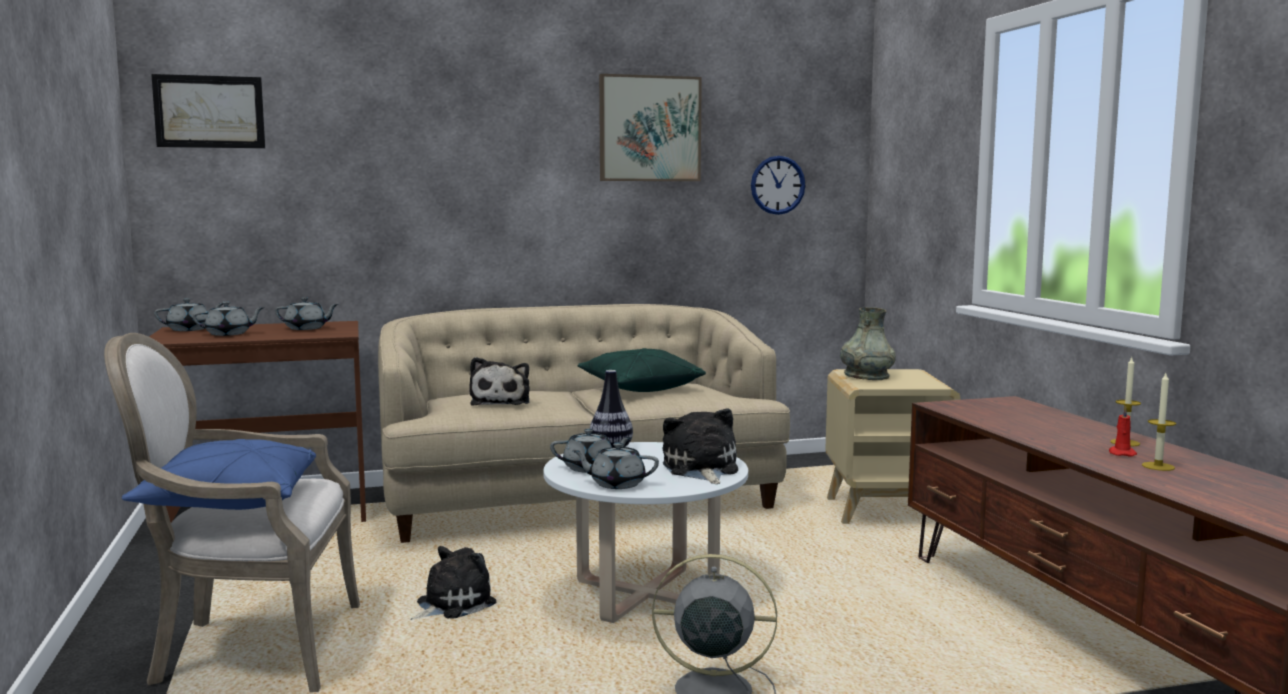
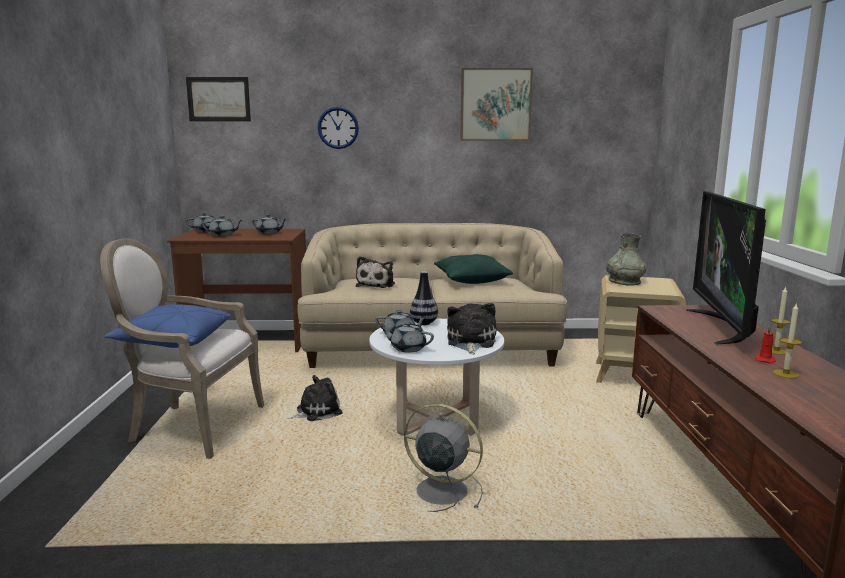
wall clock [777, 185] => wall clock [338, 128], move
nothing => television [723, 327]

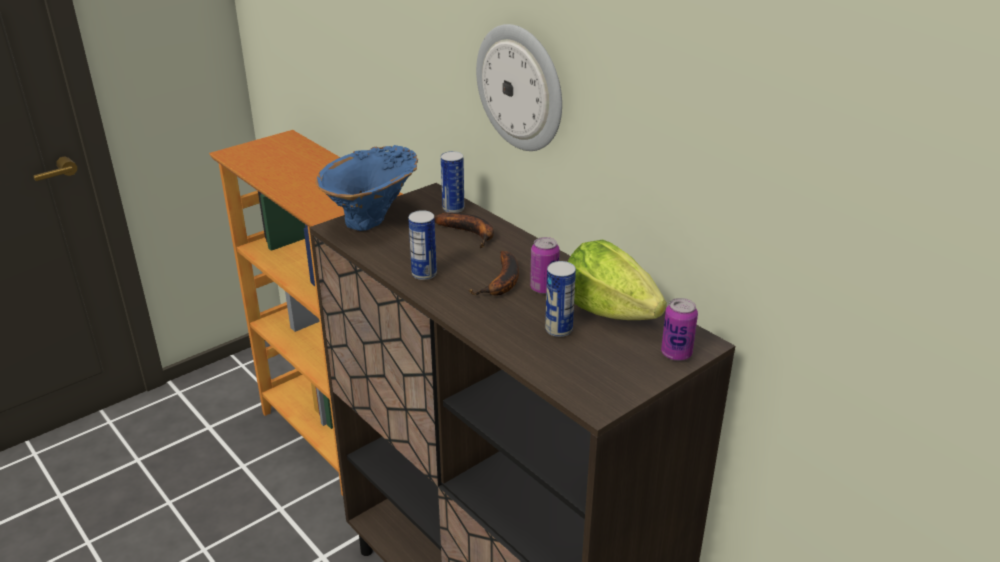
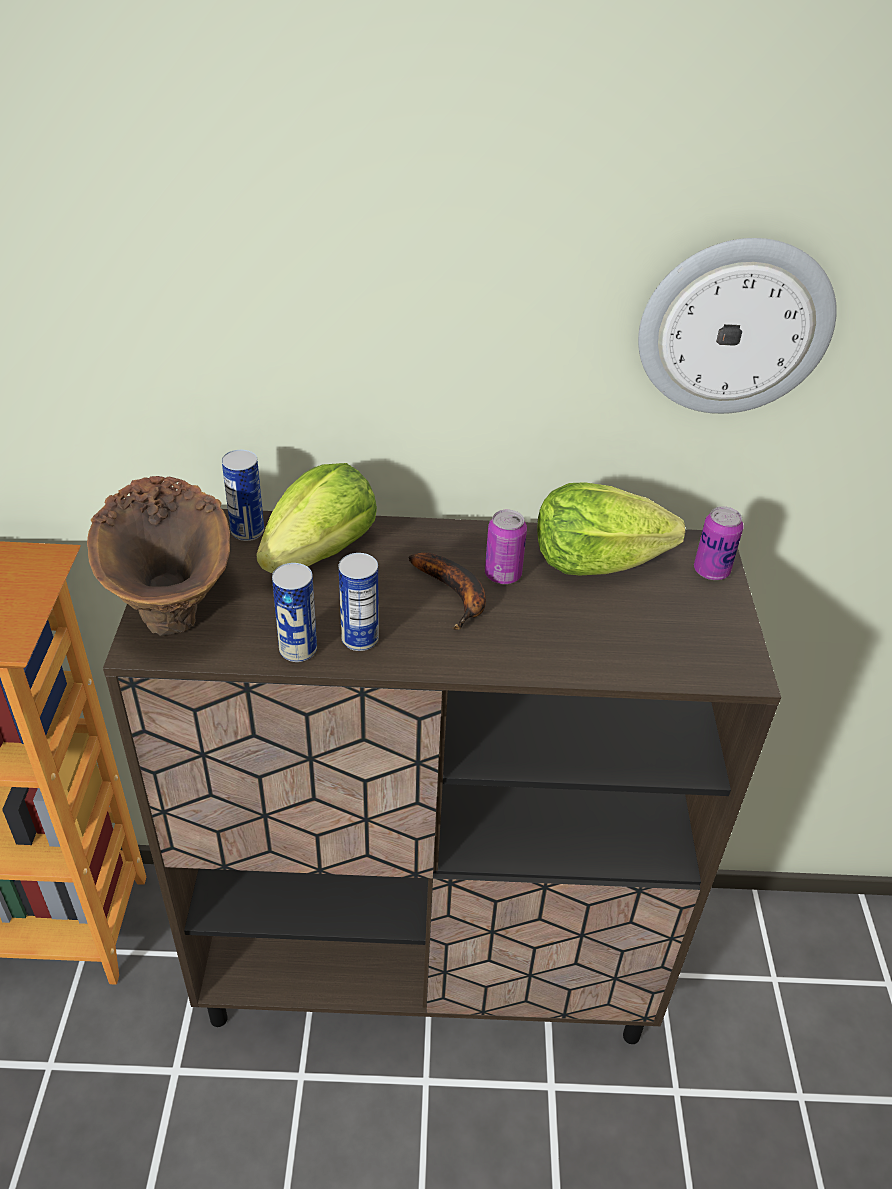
vase (blue) [374, 219] => vase (brown) [174, 603]
banana [470, 233] => lettuce [321, 553]
can [558, 329] => can [298, 650], move
wall clock [521, 88] => wall clock [734, 327], move

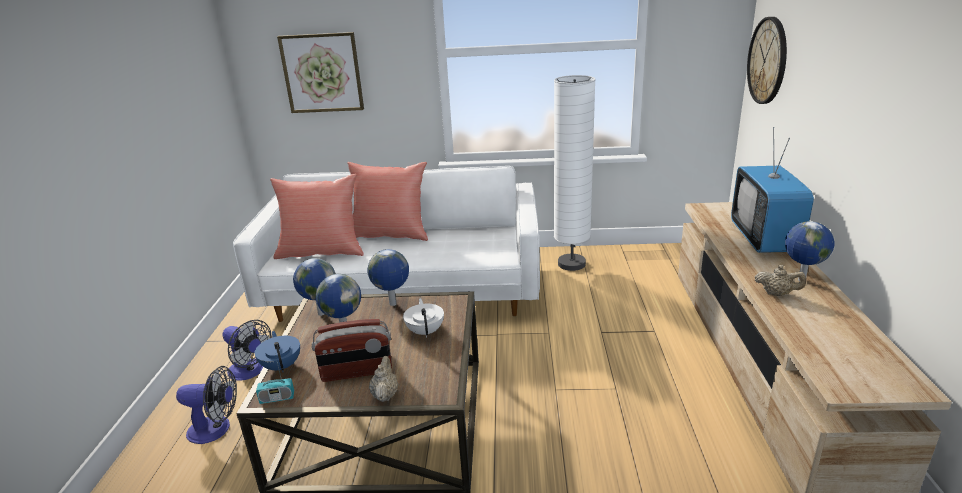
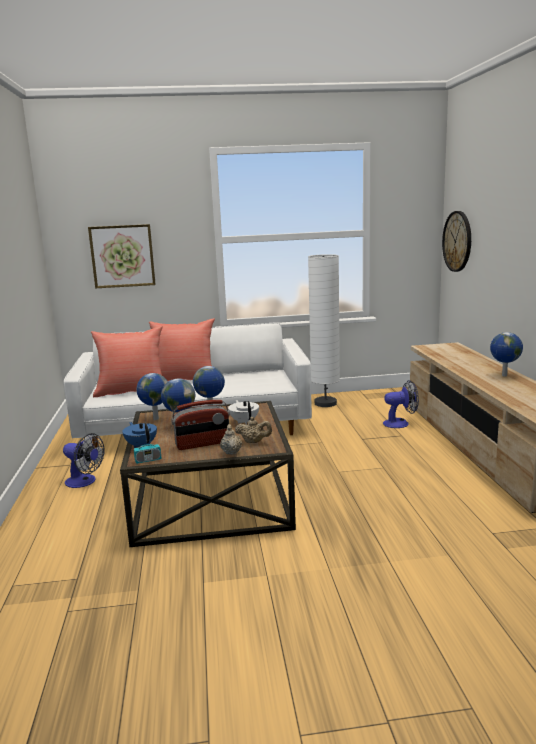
teapot (beige) [777, 294] => teapot (beige) [254, 442], move
fan [216, 429] => fan [400, 423], move
television [764, 239] => nothing

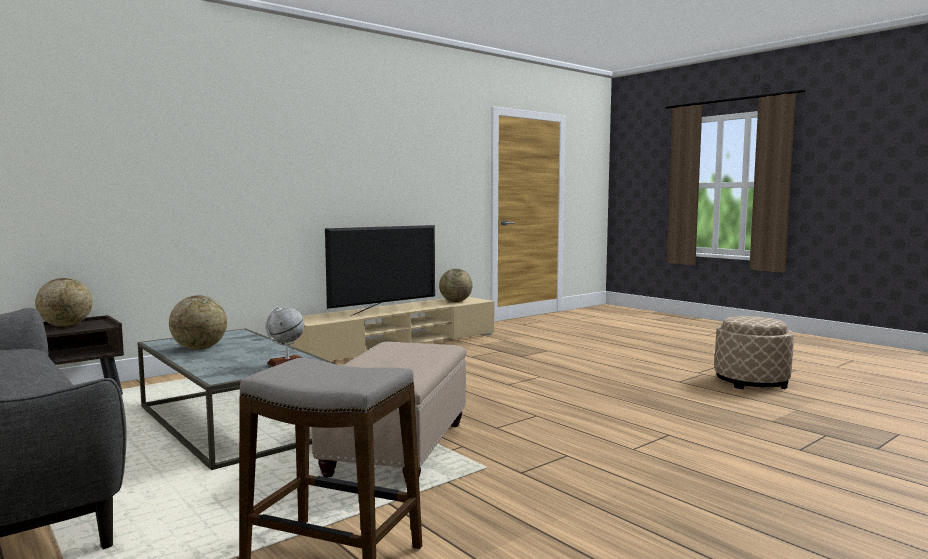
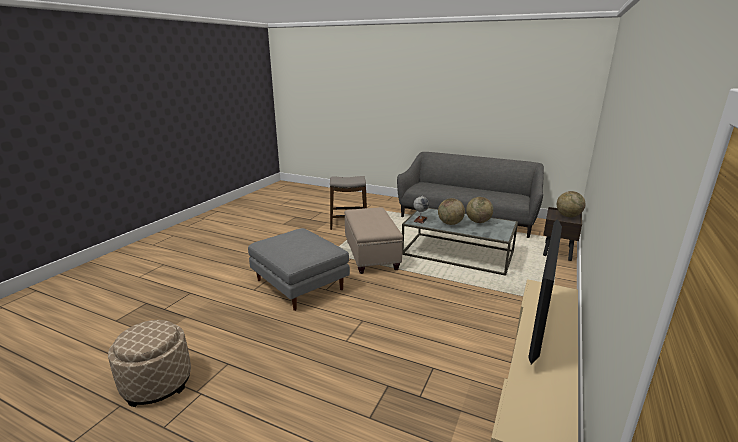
nothing => ottoman (grey) [300, 285]
globe [455, 301] => globe [450, 223], move

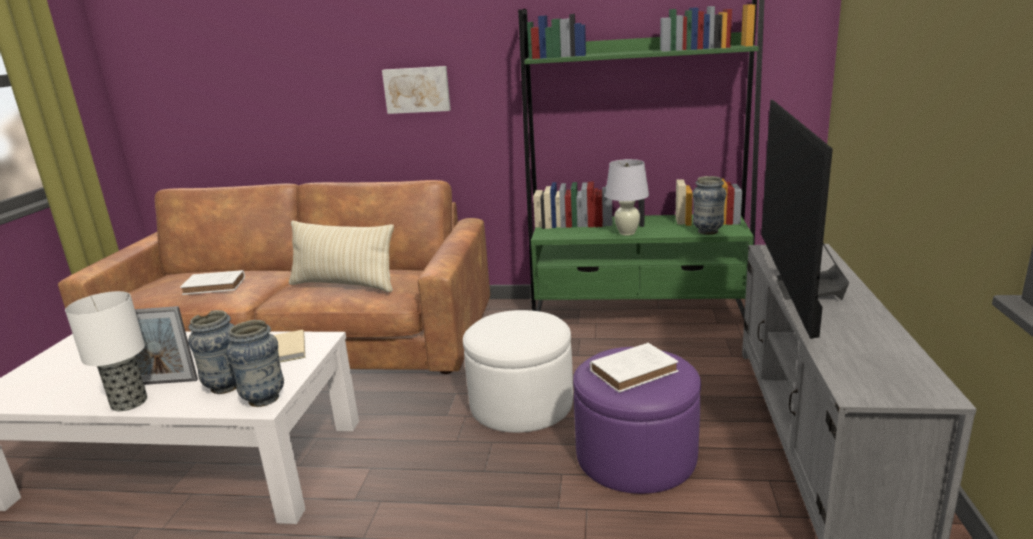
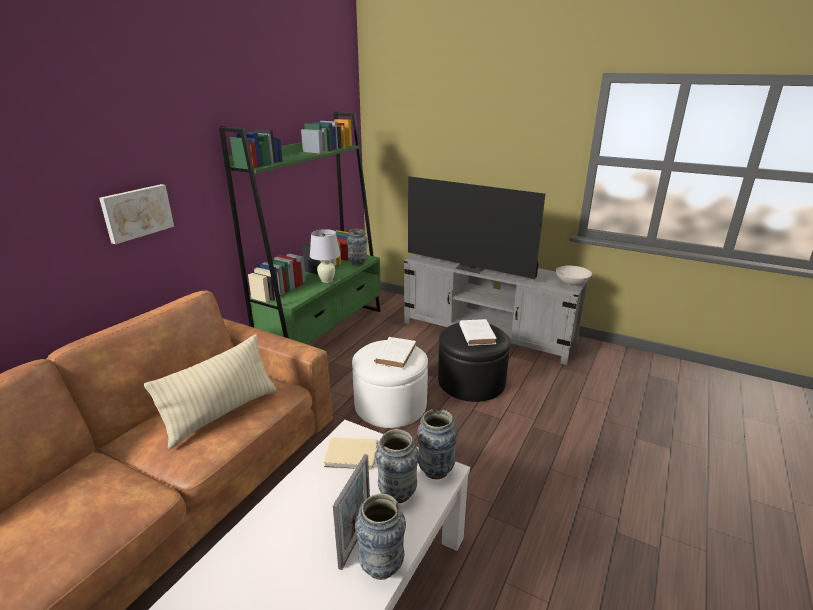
table lamp [129, 402] => vase [381, 566]
book (white) [216, 286] => book (white) [396, 354], move
ottoman (purple) [636, 455] => ottoman (black) [471, 382]
nothing => bowl (white) [572, 283]

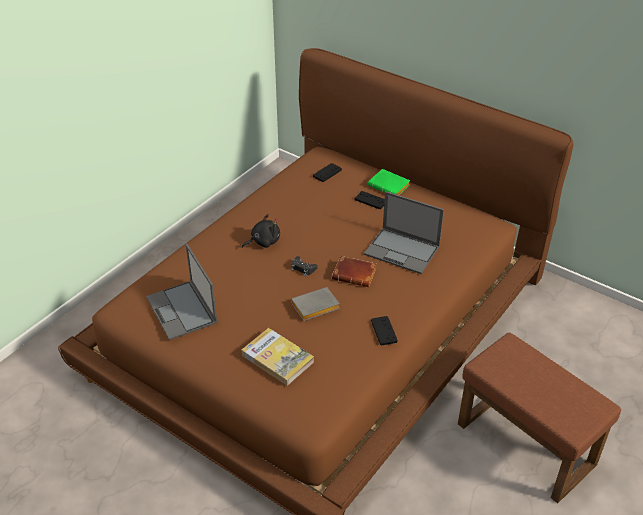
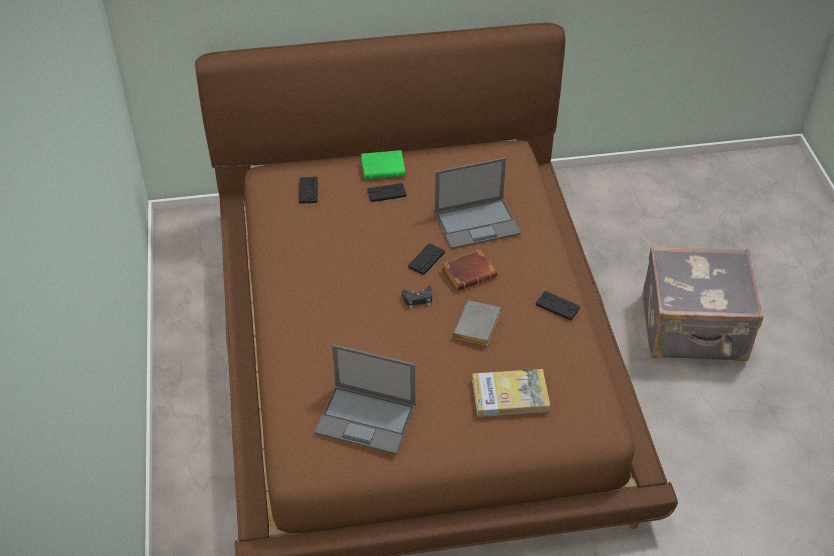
nothing => game controller (black) [426, 259]
ottoman (brown) [527, 444] => suitcase (grey) [694, 330]
plush toy (black) [263, 242] => nothing

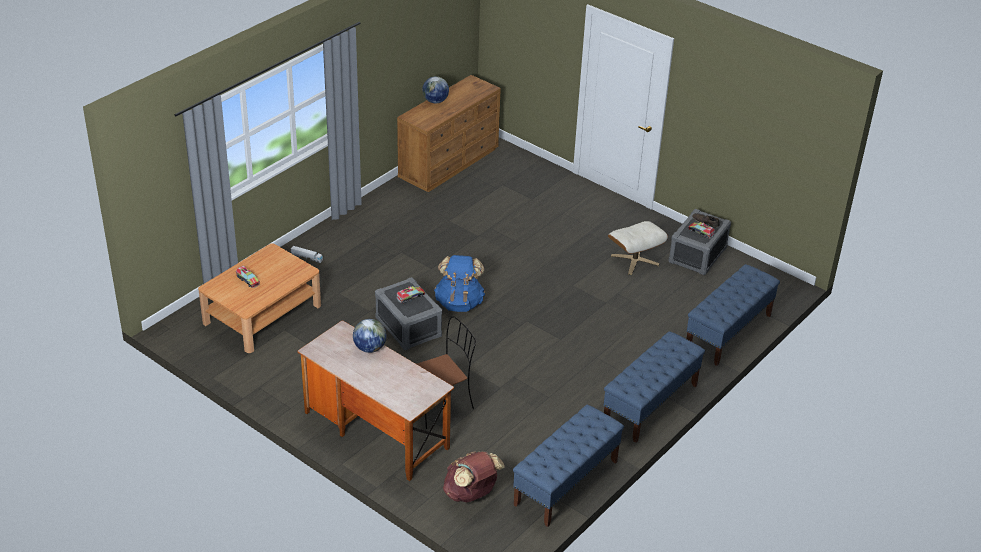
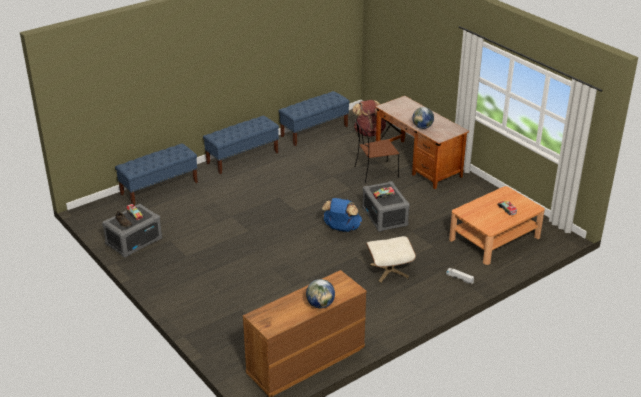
ottoman (beige) [635, 260] => ottoman (beige) [389, 270], move

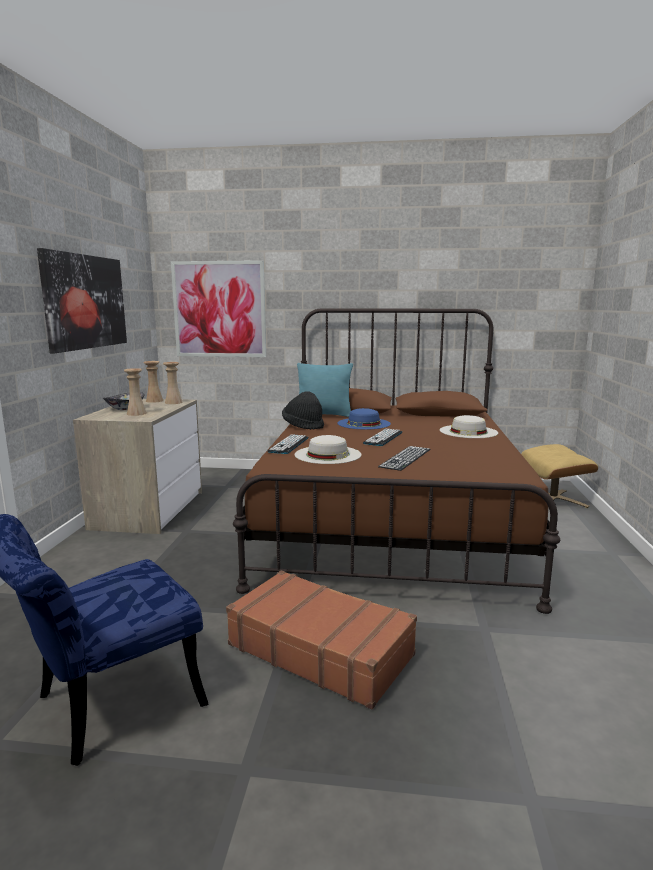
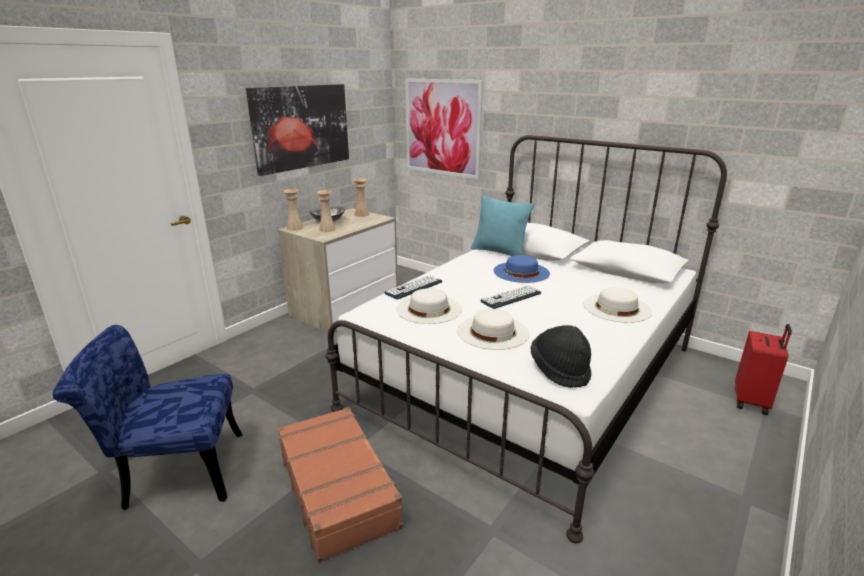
vase (beige) [173, 402] => vase (beige) [295, 228], move
bed (brown) [390, 522] => bed (white) [527, 377]
keyboard [405, 458] => hat (white) [492, 331]
hat (black) [303, 426] => hat (black) [560, 370], move
ottoman (beige) [553, 499] => suitcase (red) [752, 401]

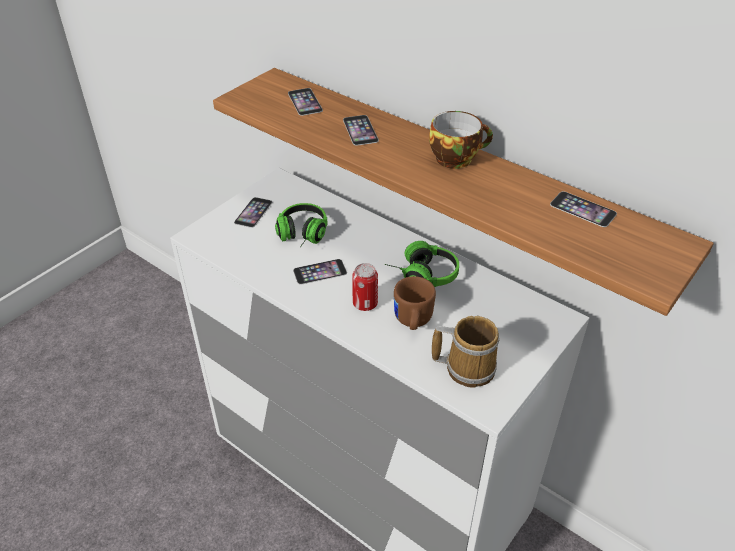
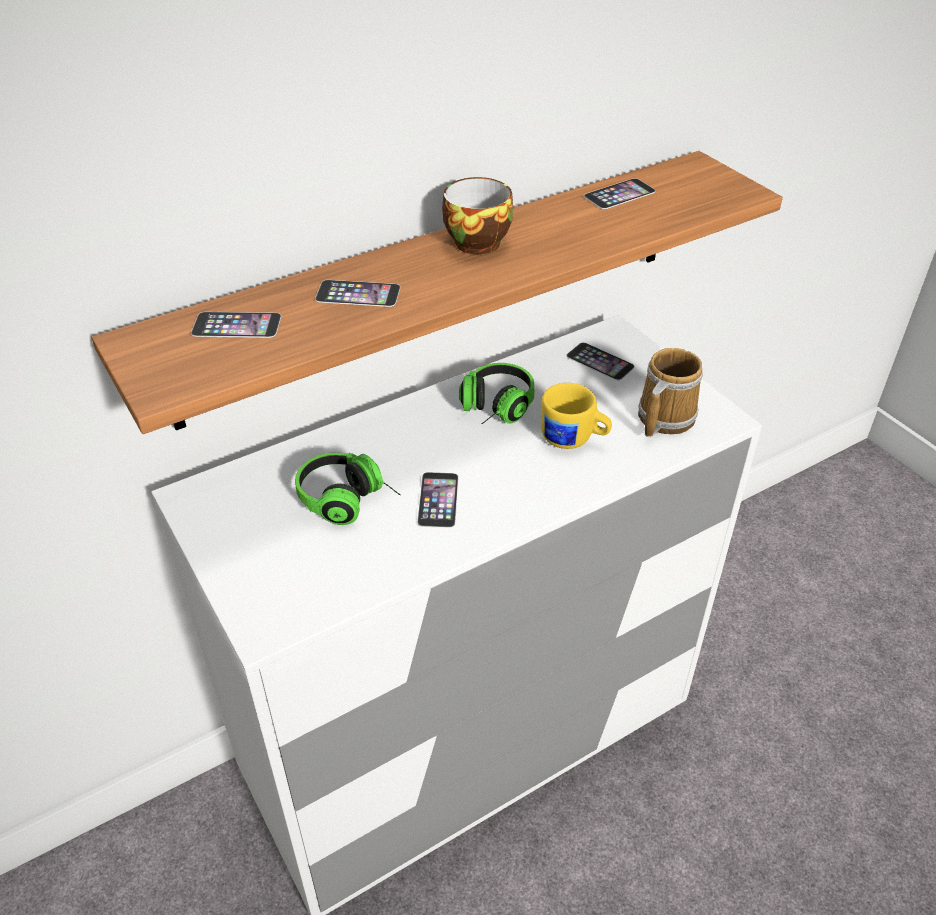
mug (brown) [412, 321] => mug (yellow) [574, 439]
phone [253, 212] => phone [600, 361], move
can [365, 304] => nothing

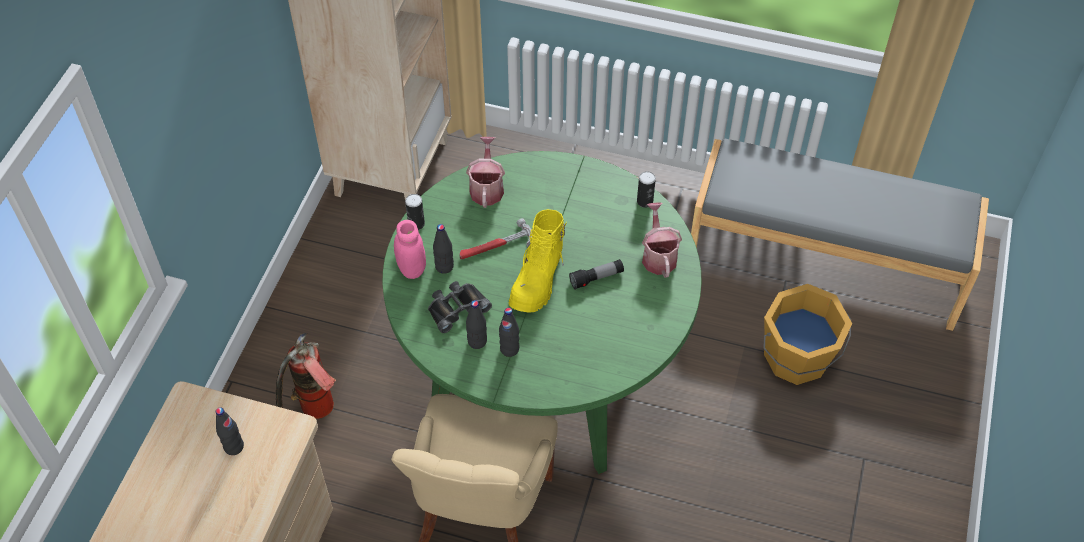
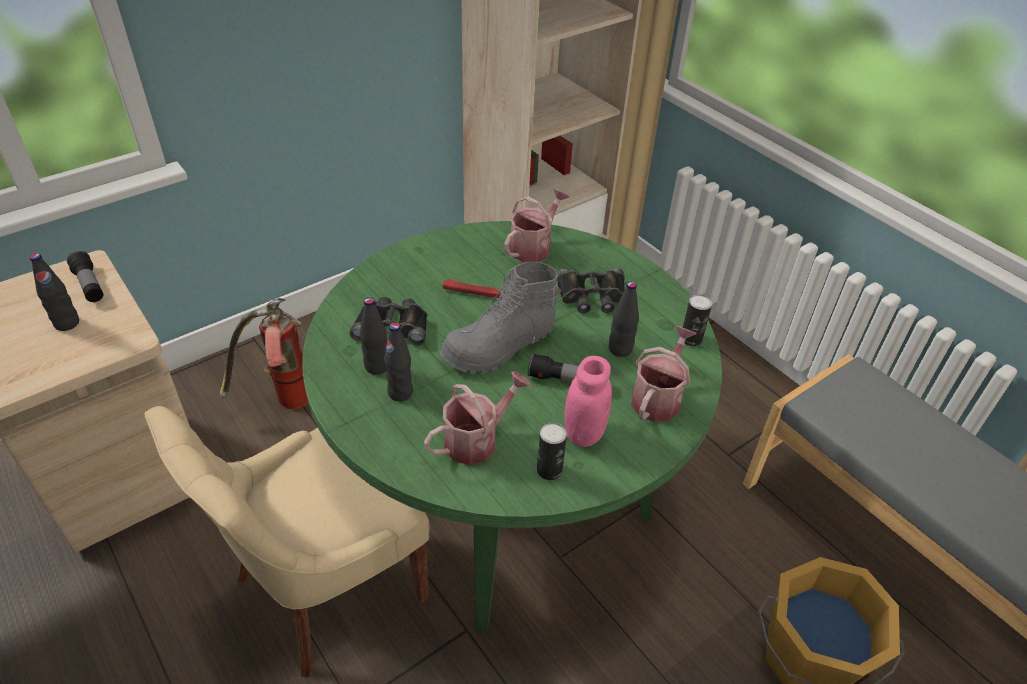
nothing => flashlight [89, 285]
nothing => watering can [477, 439]
boot (yellow) [538, 280] => boot (grey) [500, 347]
can [416, 224] => can [549, 470], move
nothing => binoculars (black) [591, 296]
jar (pink) [412, 269] => jar (pink) [584, 433], move
bottle (black) [444, 267] => bottle (black) [620, 349], move

